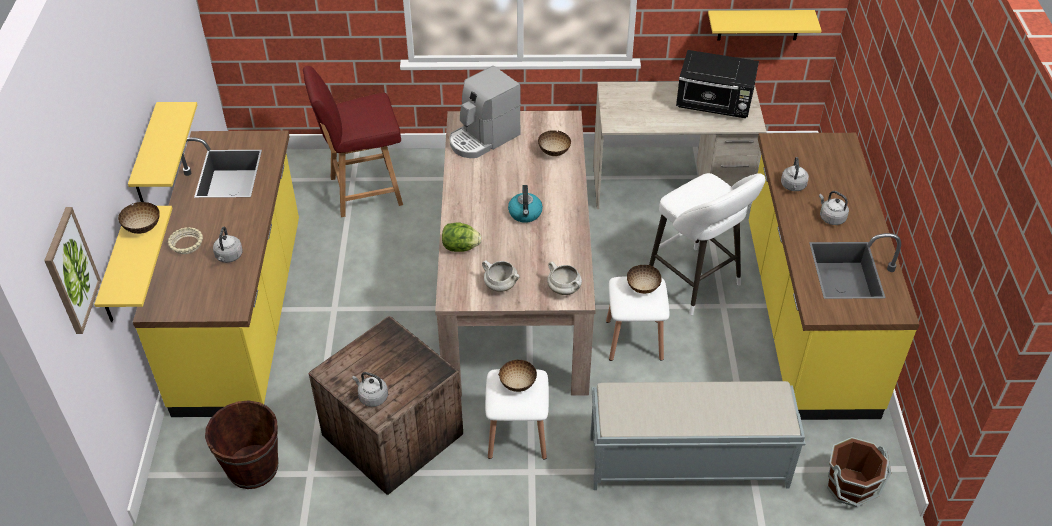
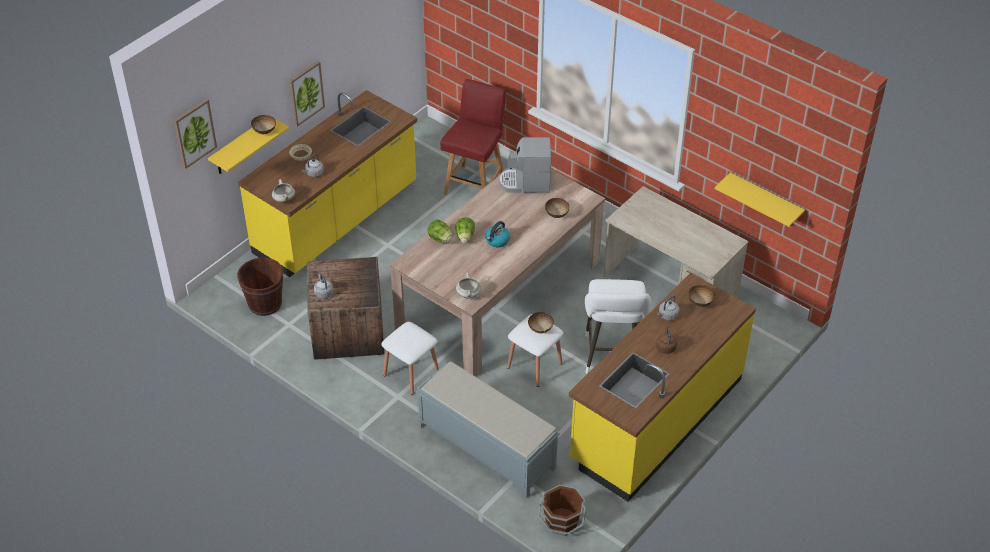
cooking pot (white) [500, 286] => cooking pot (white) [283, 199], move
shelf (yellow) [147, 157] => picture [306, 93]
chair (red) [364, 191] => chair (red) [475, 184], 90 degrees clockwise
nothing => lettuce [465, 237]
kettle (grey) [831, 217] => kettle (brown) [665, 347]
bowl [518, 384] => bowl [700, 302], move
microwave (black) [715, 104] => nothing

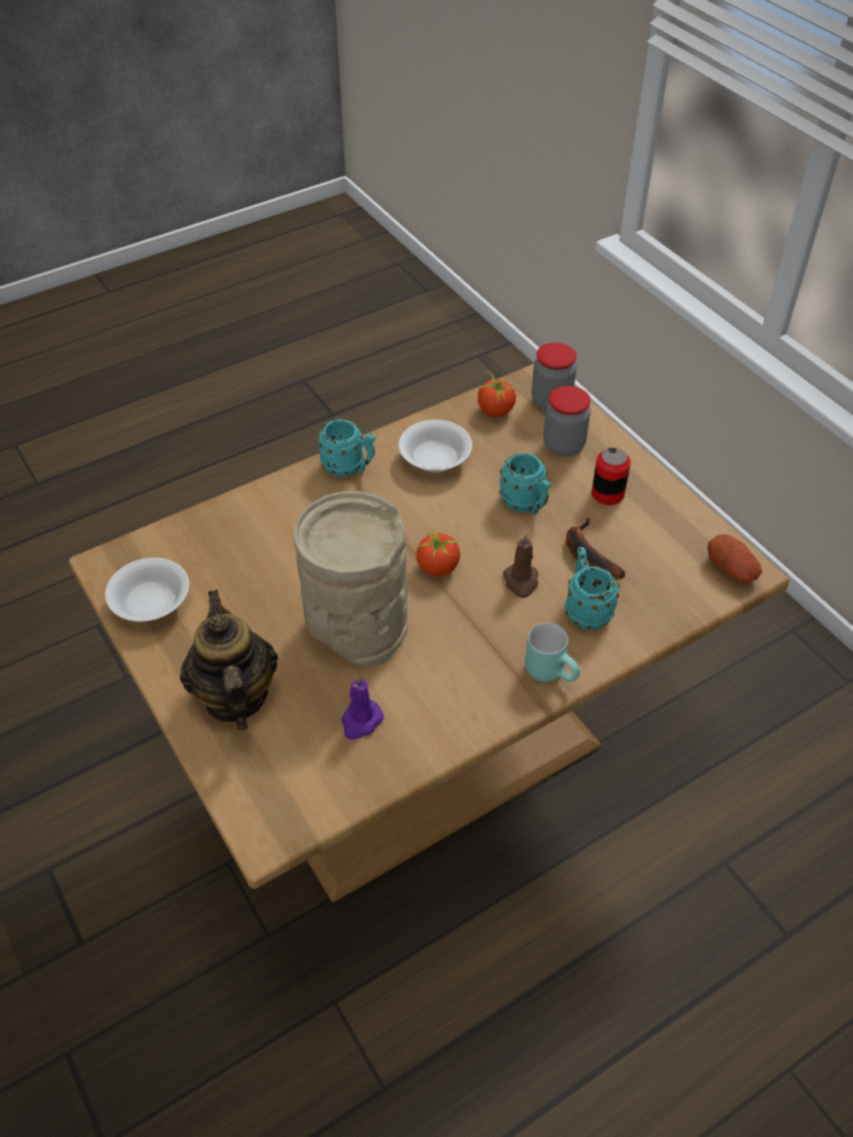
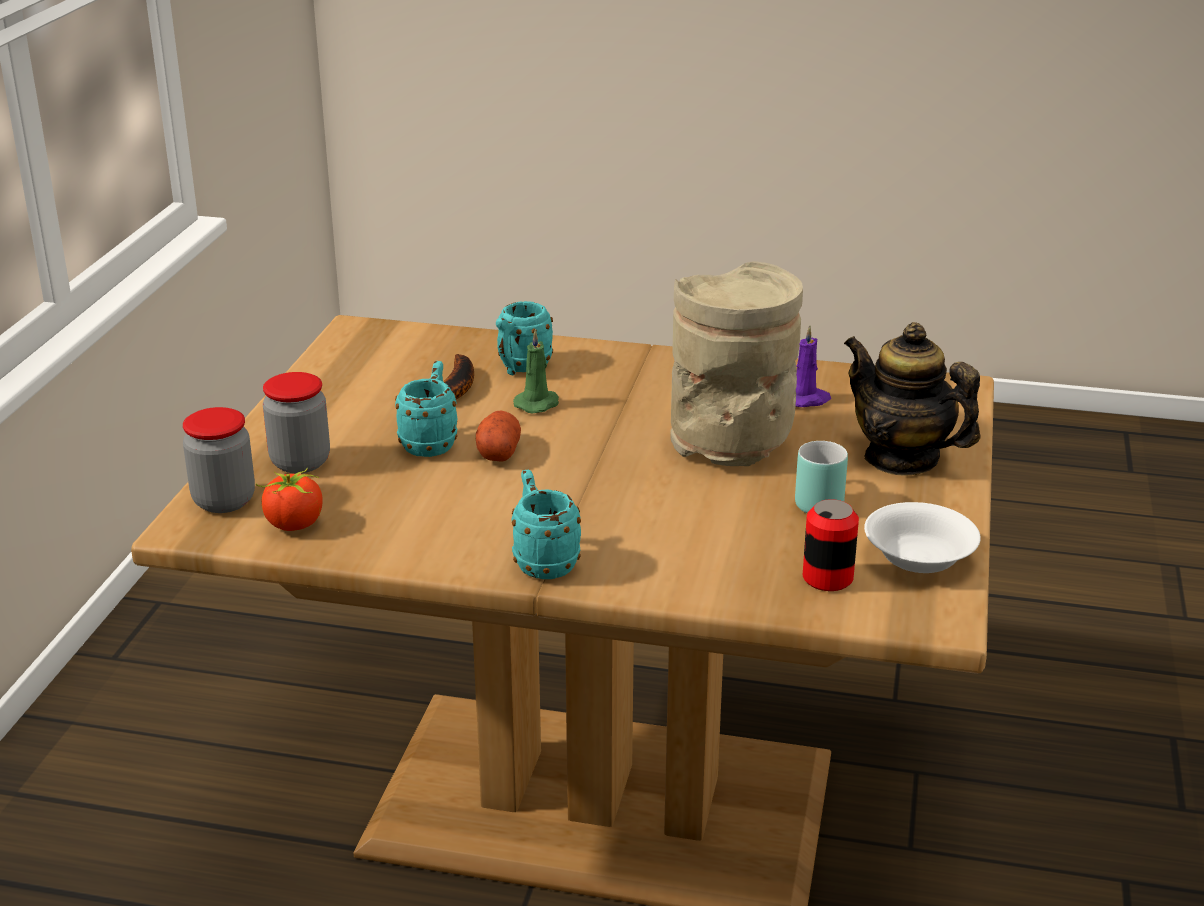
potato [731, 569] => potato [498, 452], move
candle (brown) [521, 582] => candle (green) [538, 404]
mug (turquoise) [553, 672] => mug (turquoise) [814, 500], move
can [607, 494] => can [827, 578], move
teapot [234, 697] => teapot [902, 458], 105 degrees clockwise
bowl (white) [435, 458] => nothing
tomato [438, 567] => nothing

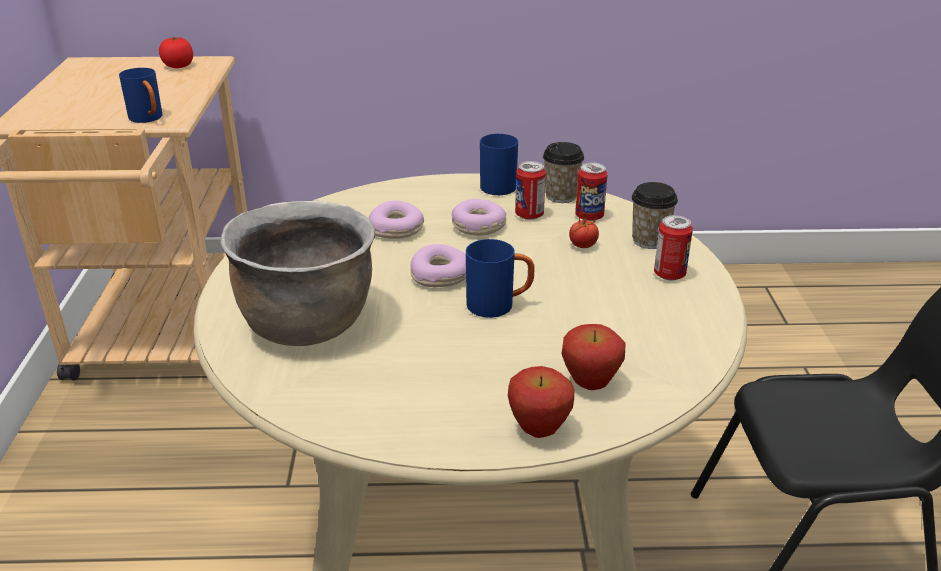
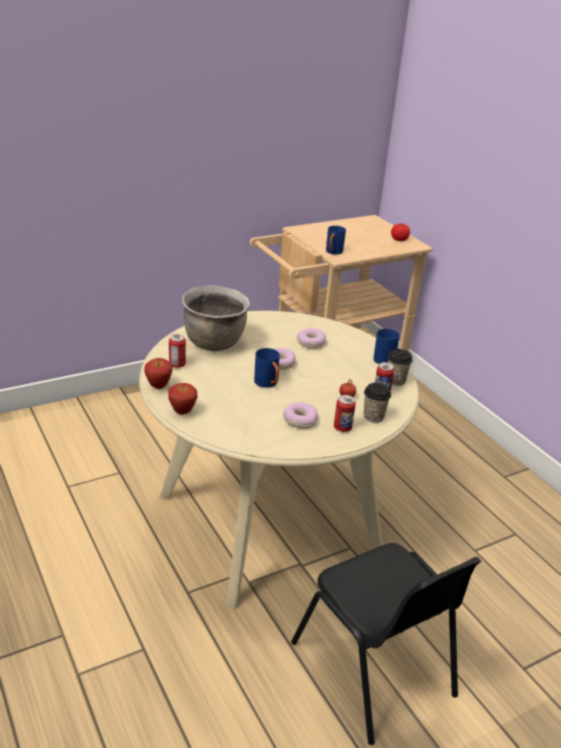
apple [590, 385] => apple [158, 386], move
can [529, 215] => can [177, 364], move
donut [478, 226] => donut [299, 420], move

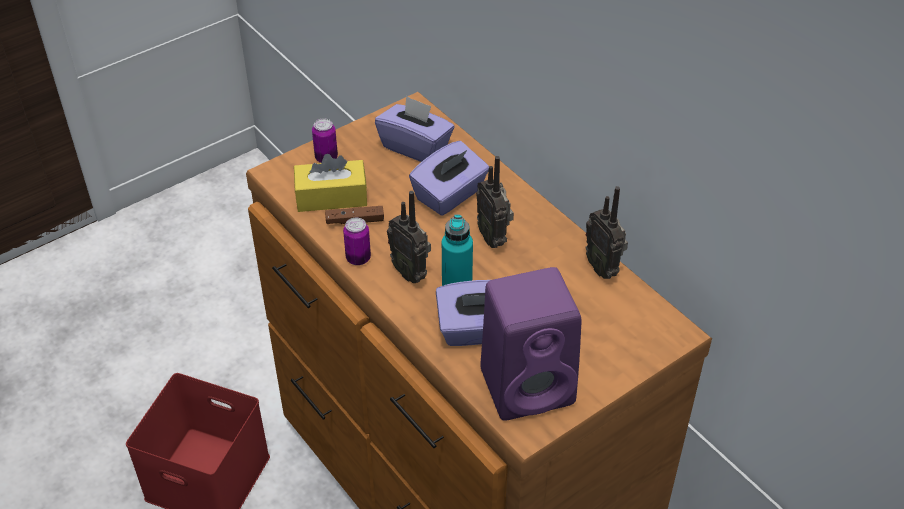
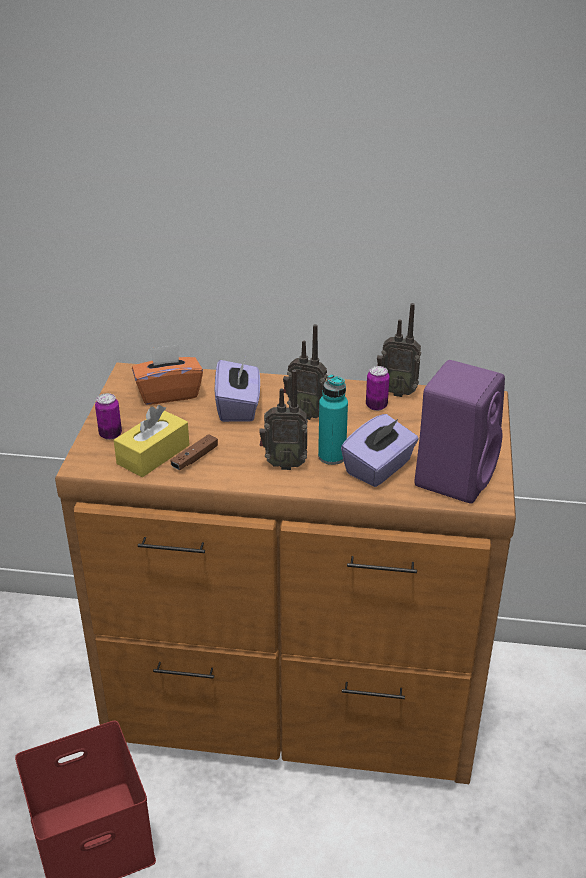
tissue box (purple) [415, 147] => tissue box (orange) [168, 393]
can [358, 258] => can [376, 406], move

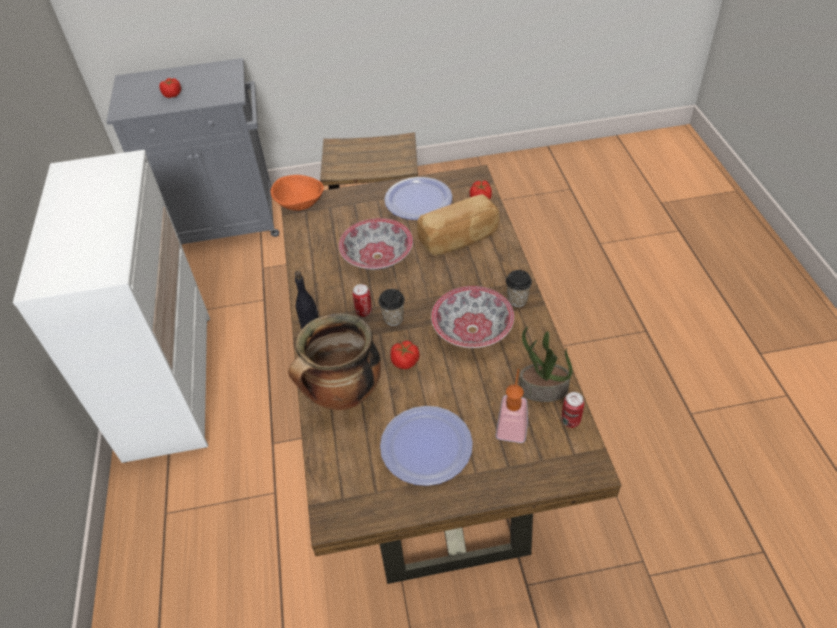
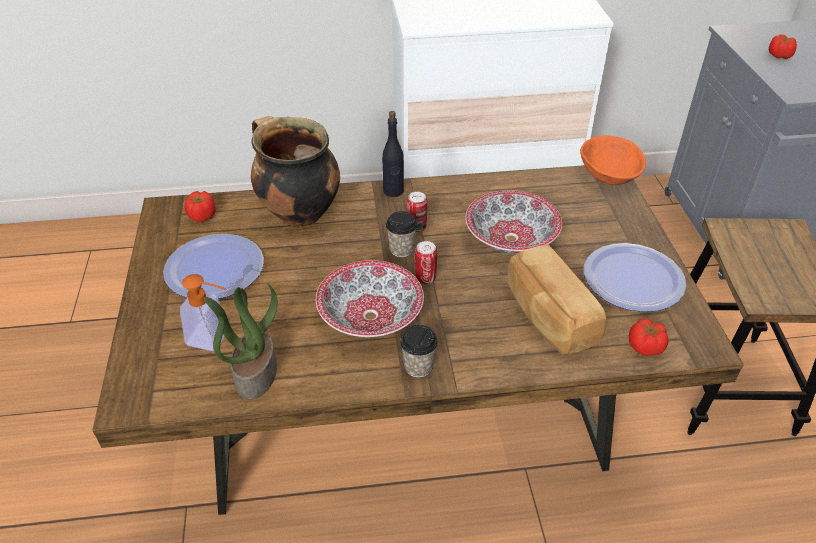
tomato [405, 362] => tomato [202, 216], move
can [570, 421] => can [425, 278], move

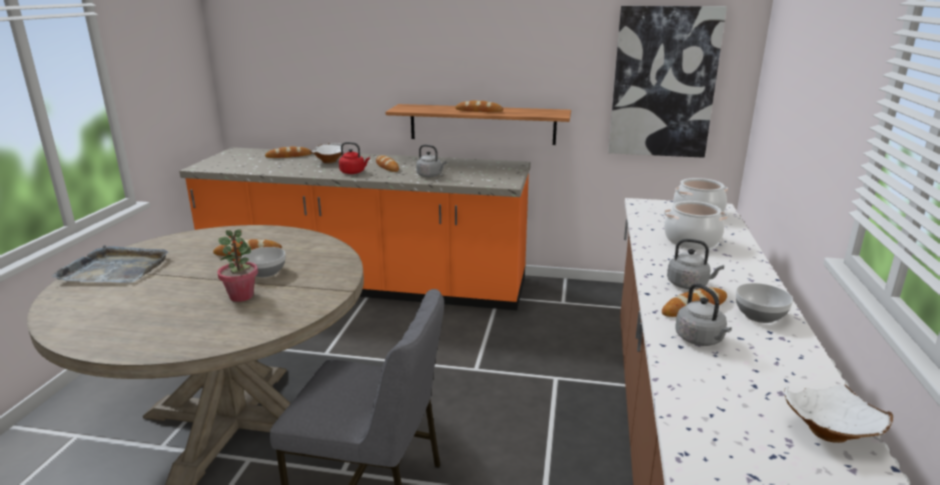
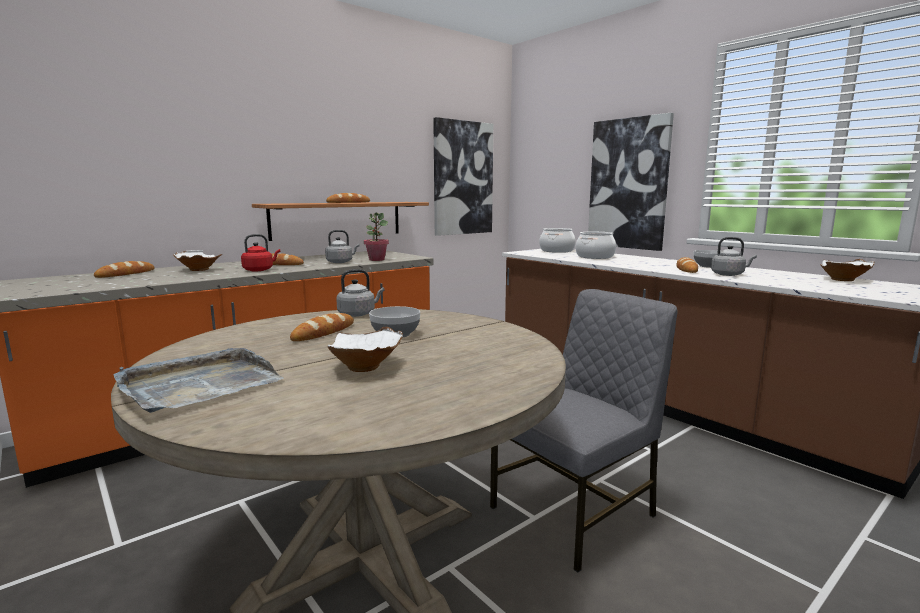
nothing => bowl (white) [366, 367]
kettle (grey) [689, 285] => kettle (grey) [358, 314], move
potted plant [241, 296] => potted plant [376, 260], move
nothing => picture [628, 184]

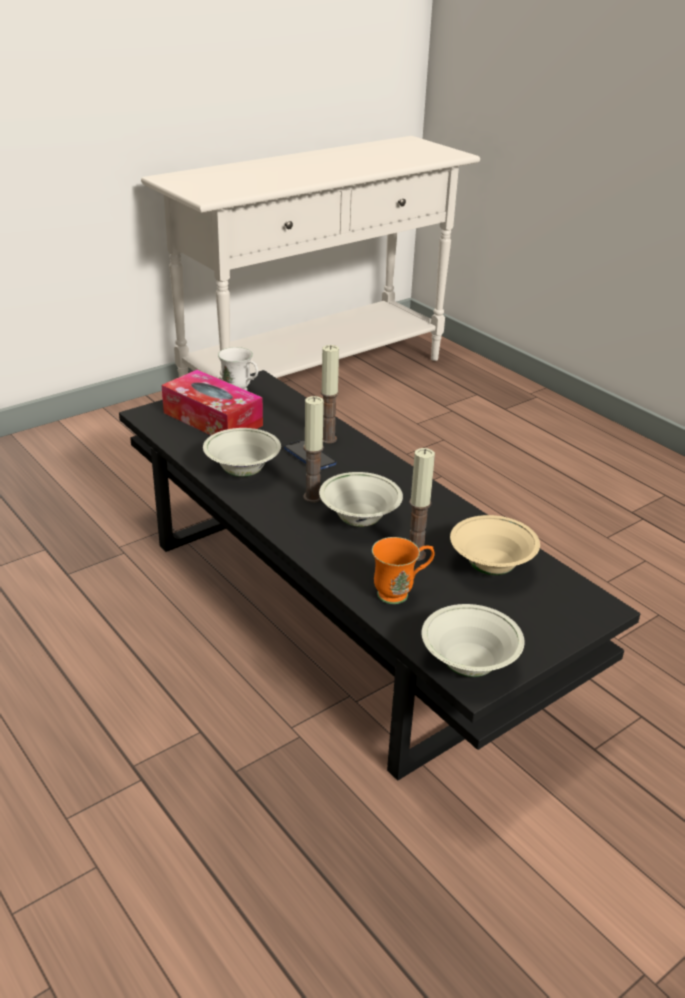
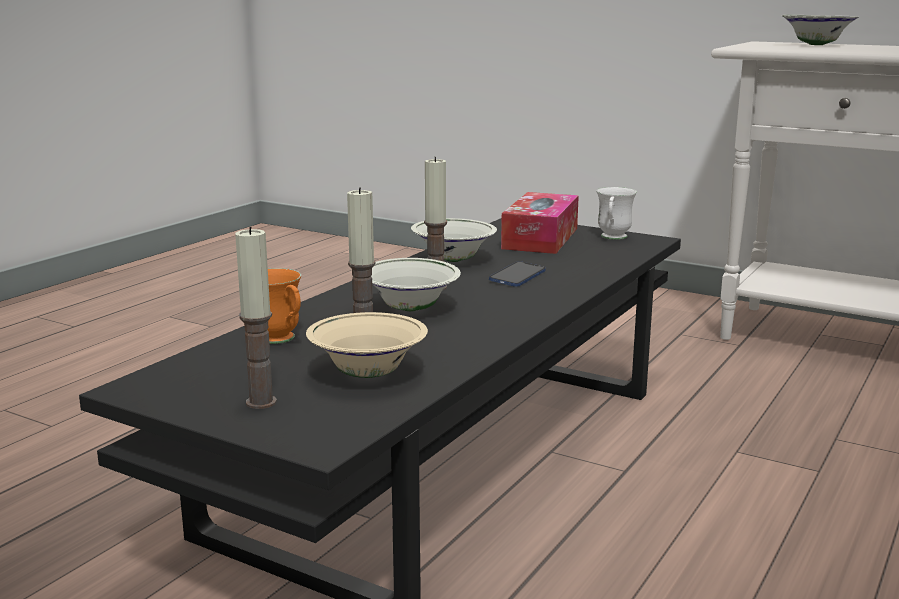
candle [328, 439] => candle [261, 402], move
bowl (white) [468, 665] => bowl (white) [816, 45], move

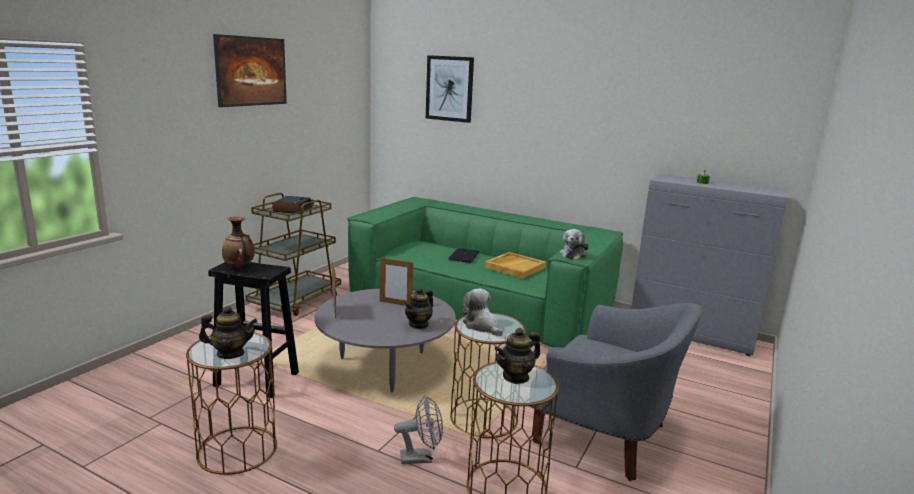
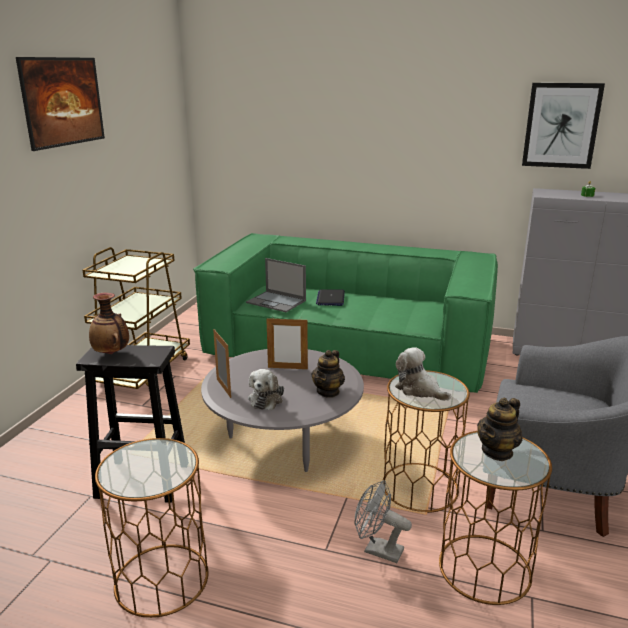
nothing => laptop [277, 302]
plush toy [573, 254] => plush toy [266, 399], move
fan (grey) [421, 458] => fan (grey) [377, 550], 135 degrees counterclockwise
picture [449, 88] => picture [561, 125], move
teapot [230, 354] => nothing
alarm clock [292, 209] => nothing
tray (beige) [515, 267] => nothing

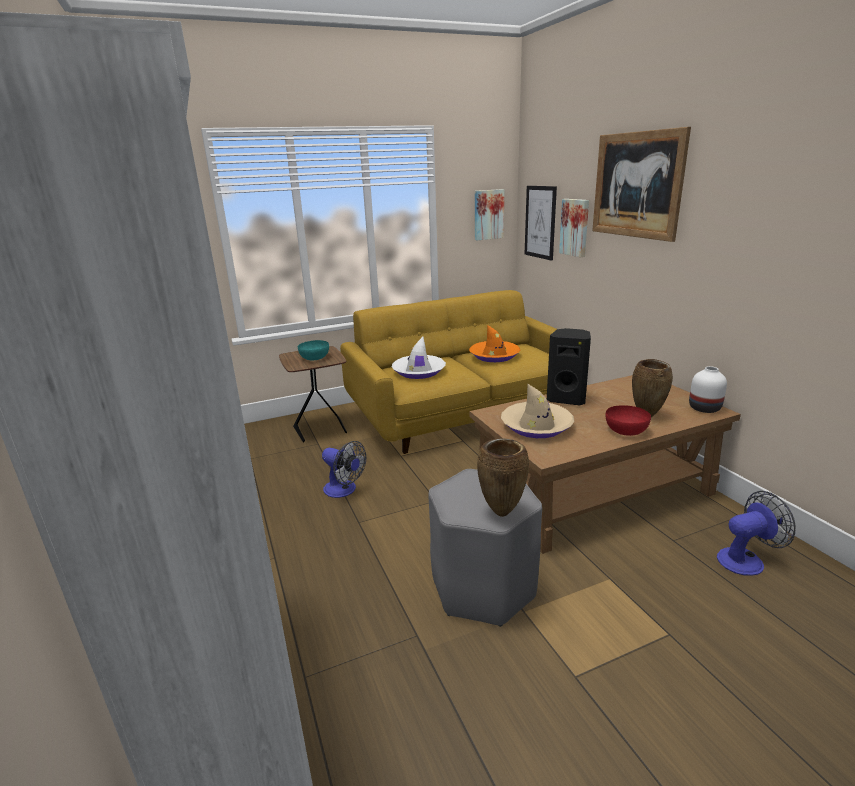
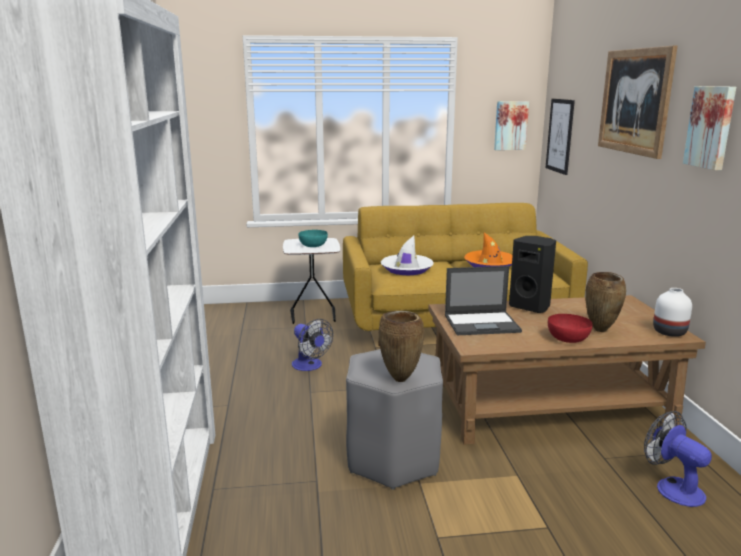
side table (brown) [321, 430] => side table (white) [314, 316]
hat (beige) [536, 426] => laptop [482, 323]
fan [746, 559] => fan [672, 487], 120 degrees counterclockwise
picture [575, 227] => picture [711, 127], move

